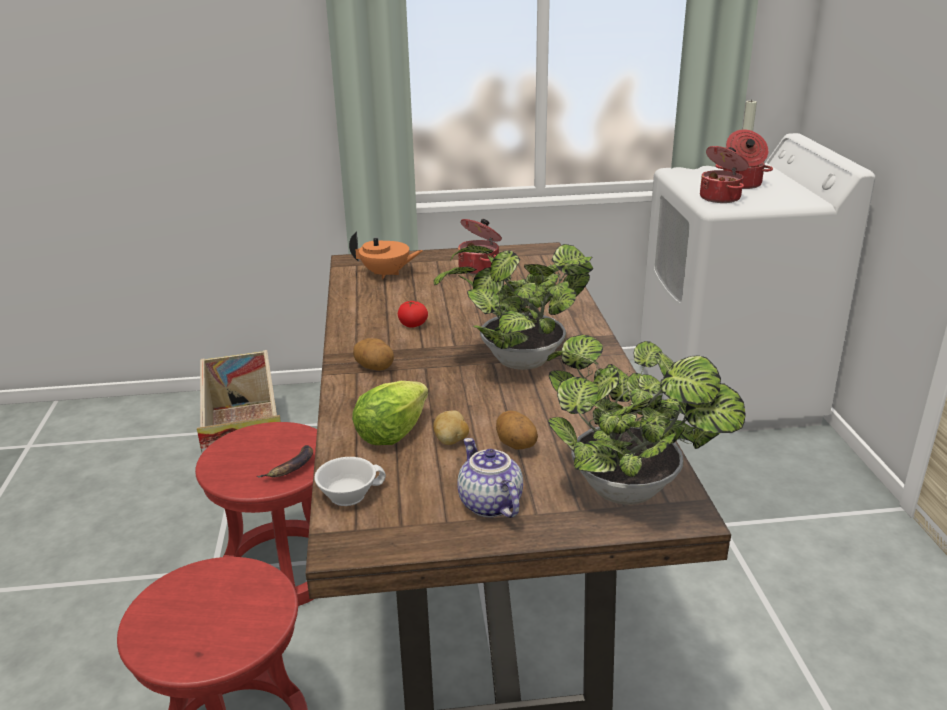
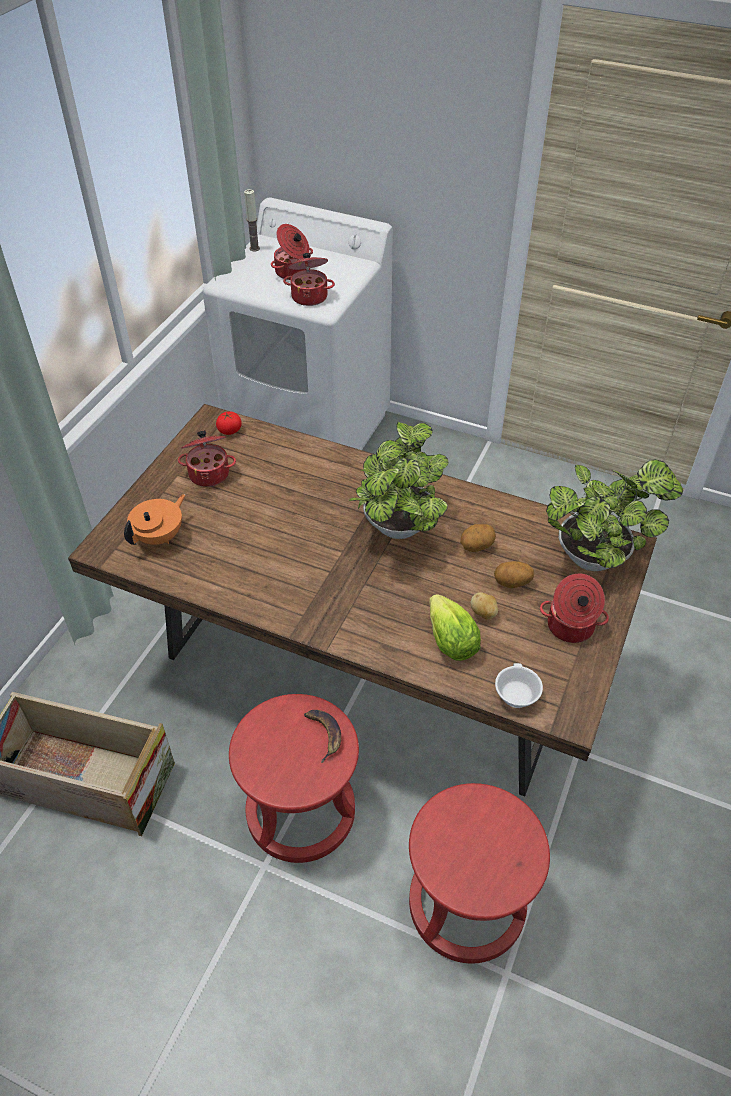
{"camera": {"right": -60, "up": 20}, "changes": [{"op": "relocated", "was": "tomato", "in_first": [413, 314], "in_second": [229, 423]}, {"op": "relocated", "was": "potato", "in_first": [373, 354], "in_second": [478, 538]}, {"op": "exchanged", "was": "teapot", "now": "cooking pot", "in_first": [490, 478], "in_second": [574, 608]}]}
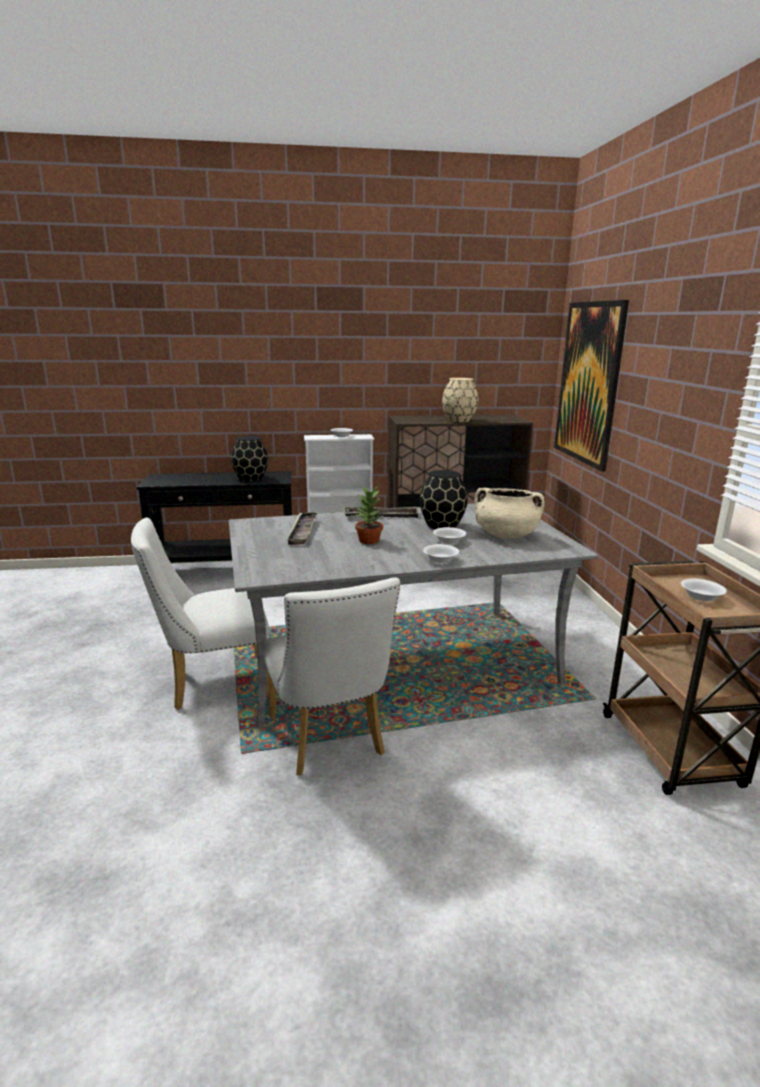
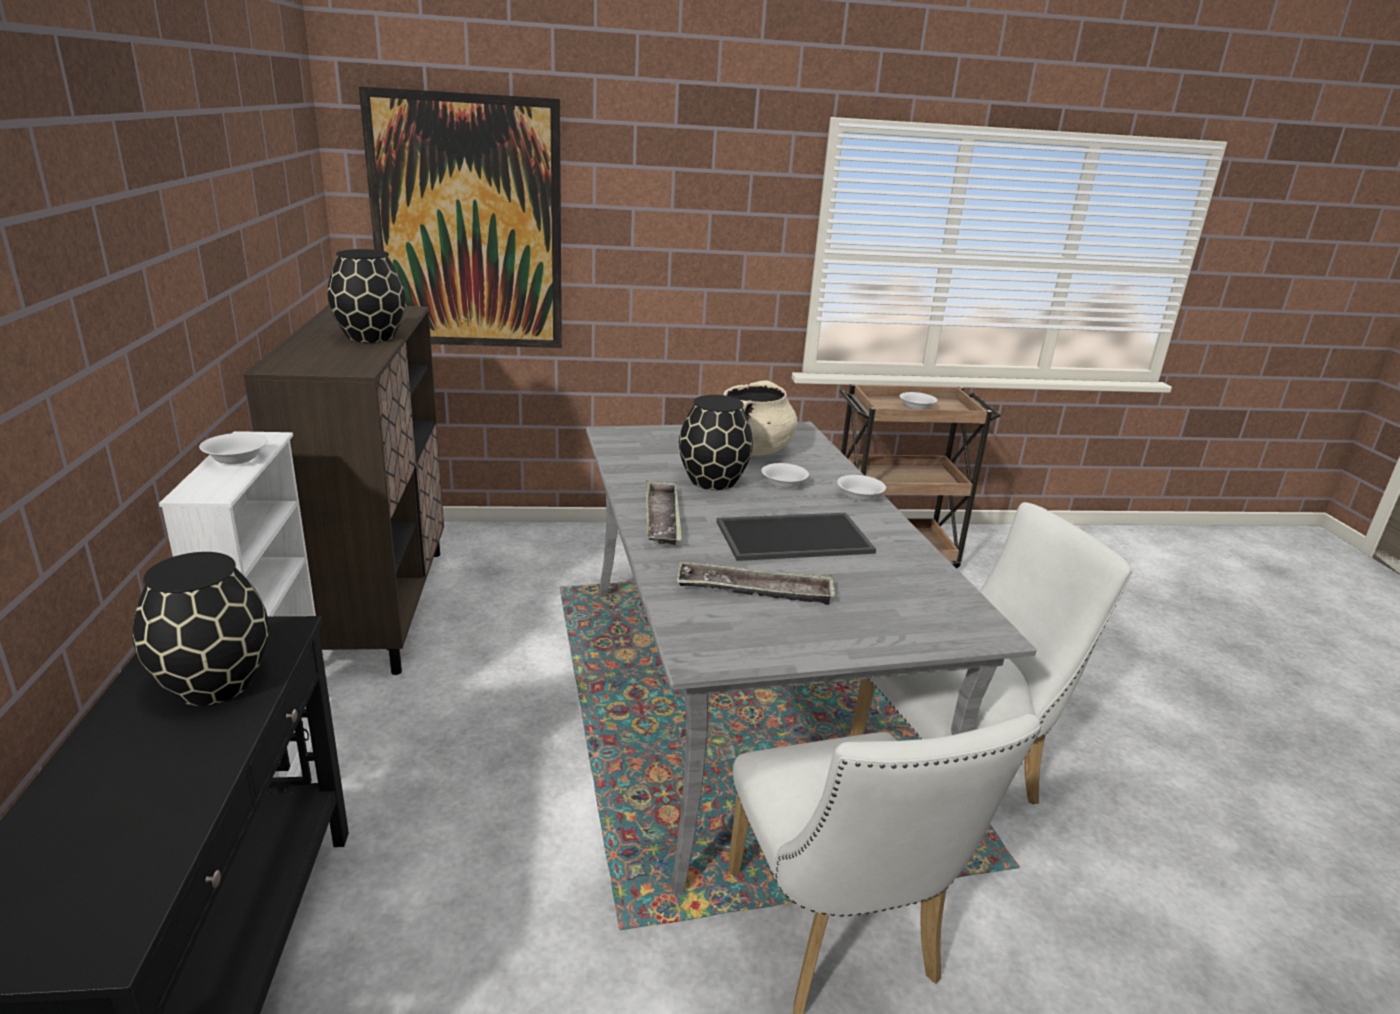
{"camera": {"right": -90, "up": 5}, "changes": [{"op": "colour", "was": "beige vase", "now": "black vase", "in_first": [460, 400], "in_second": [366, 296]}, {"op": "exchanged", "was": "potted plant", "now": "tray", "in_first": [368, 515], "in_second": [796, 537]}]}
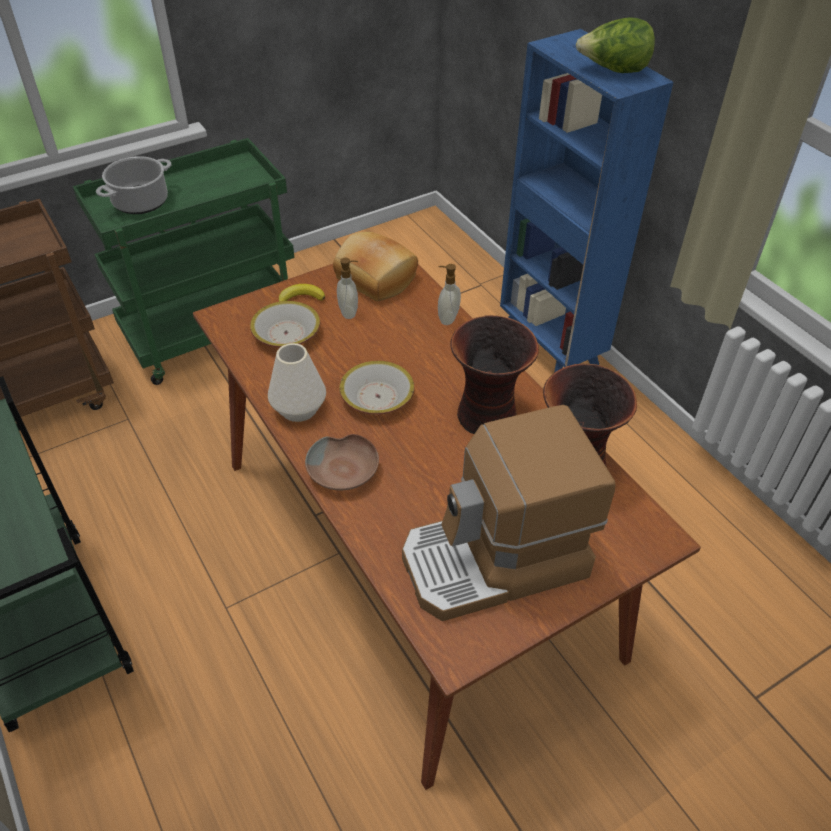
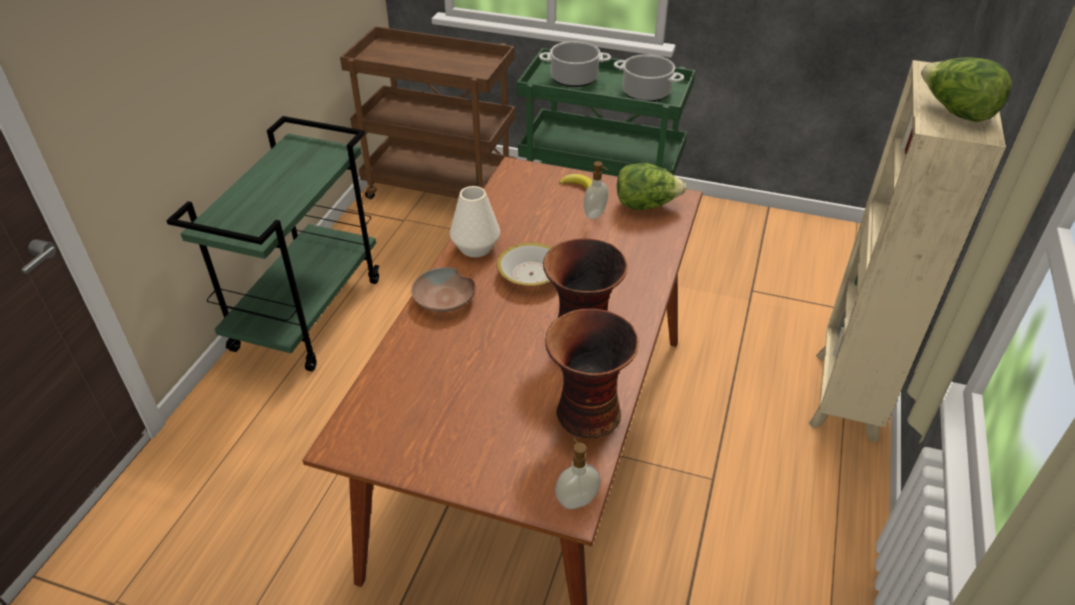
{"camera": {"right": 50, "up": -5}, "changes": [{"op": "colour", "was": "blue bookcase", "now": "beige bookcase", "in_first": [586, 201], "in_second": [907, 251]}, {"op": "exchanged", "was": "bread", "now": "lettuce", "in_first": [375, 266], "in_second": [652, 186]}, {"op": "relocated", "was": "soap dispenser", "in_first": [449, 294], "in_second": [578, 473]}, {"op": "missing", "was": "bowl", "in_first": [285, 324]}, {"op": "missing", "was": "coffee machine", "in_first": [508, 513]}, {"op": "appeared", "now": "cooking pot", "in_second": [649, 78]}]}
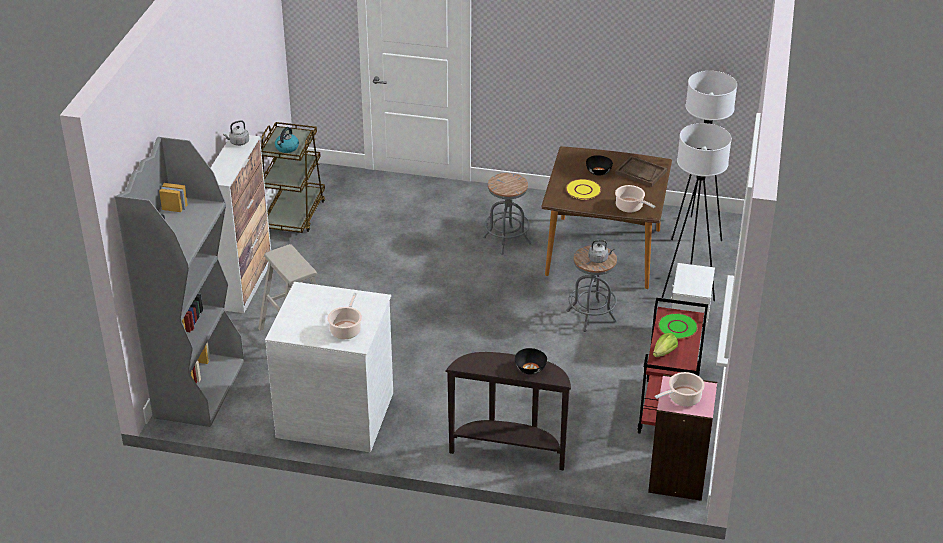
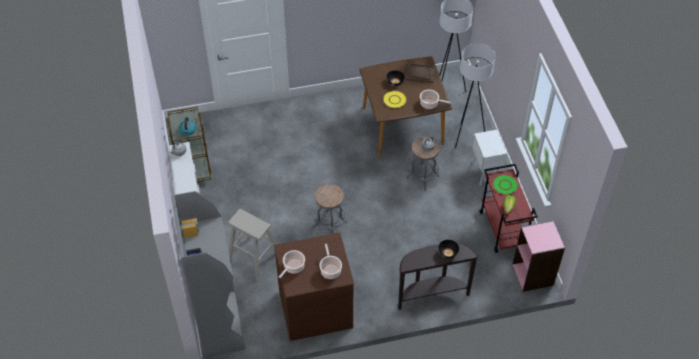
{"camera": {"right": -25, "up": 15}, "changes": [{"op": "relocated", "was": "grey stool", "in_first": [507, 214], "in_second": [330, 209]}, {"op": "colour", "was": "white dresser", "now": "brown dresser", "in_first": [329, 367], "in_second": [314, 286]}, {"op": "relocated", "was": "cooking pot", "in_first": [680, 389], "in_second": [292, 264]}]}
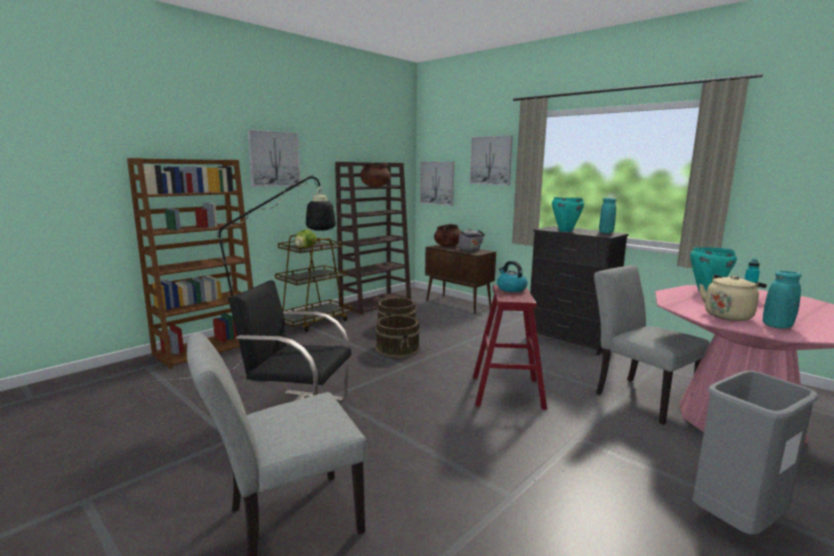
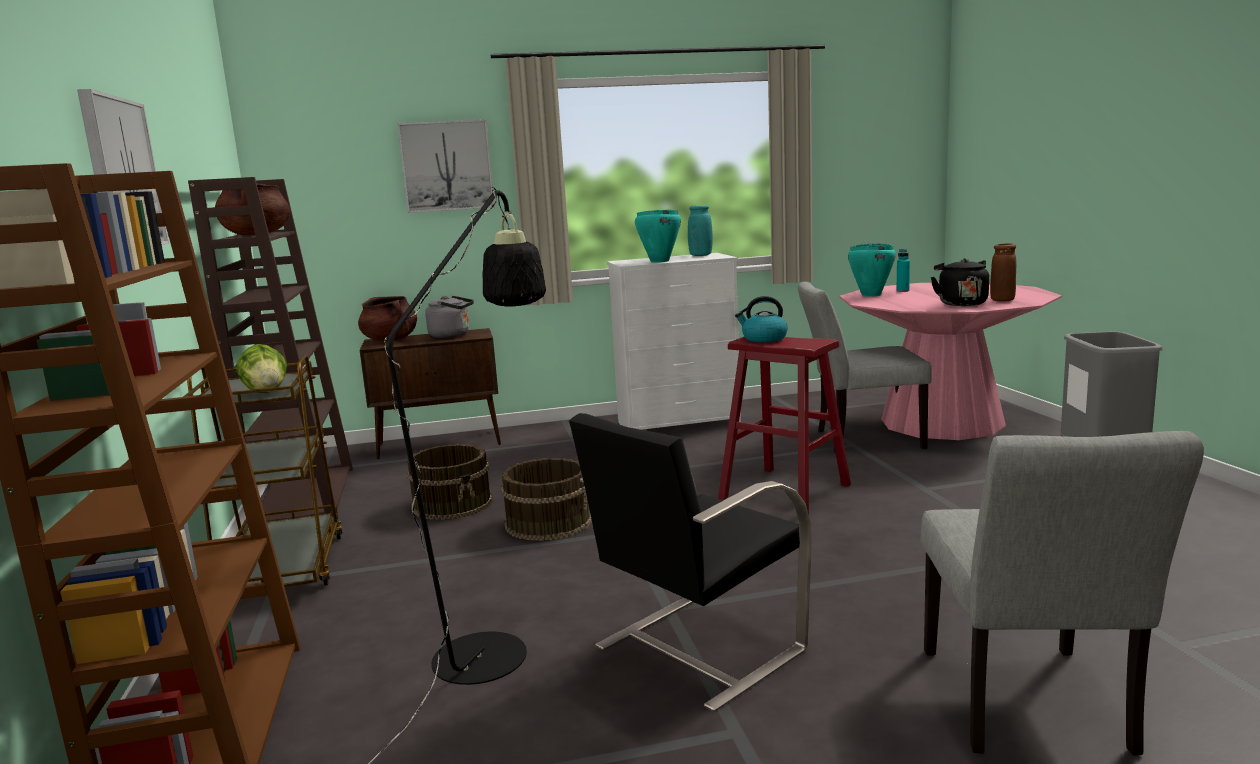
{"camera": {"right": -55, "up": 0}, "changes": [{"op": "missing", "was": "picture", "in_first": [437, 184]}, {"op": "colour", "was": "black dresser", "now": "white dresser", "in_first": [579, 290], "in_second": [674, 341]}, {"op": "colour", "was": "turquoise vase", "now": "brown vase", "in_first": [782, 300], "in_second": [1003, 272]}, {"op": "colour", "was": "beige kettle", "now": "black kettle", "in_first": [733, 297], "in_second": [960, 282]}]}
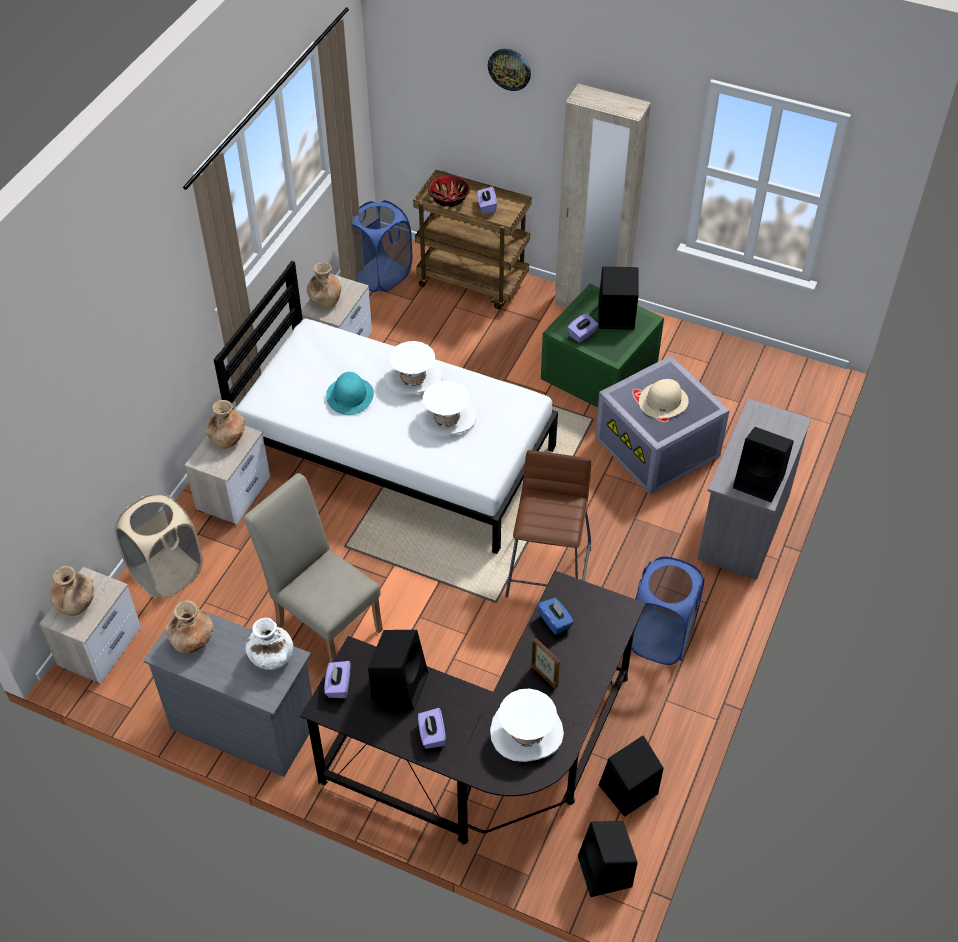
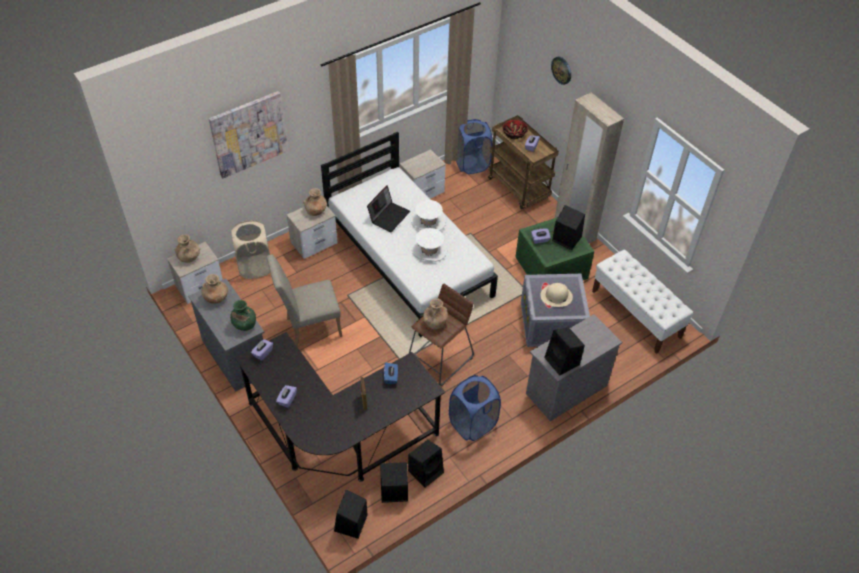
{"camera": {"right": 30, "up": 0}, "changes": [{"op": "relocated", "was": "brown vase", "in_first": [324, 285], "in_second": [435, 314]}, {"op": "exchanged", "was": "turquoise hat", "now": "laptop", "in_first": [350, 393], "in_second": [388, 208]}, {"op": "spun", "was": "beige chair", "in_first": [313, 568], "in_second": [304, 301], "clockwise": -90}, {"op": "colour", "was": "white vase", "now": "green vase", "in_first": [269, 644], "in_second": [243, 315]}, {"op": "relocated", "was": "black speaker", "in_first": [398, 670], "in_second": [426, 464]}, {"op": "missing", "was": "white hat", "in_first": [527, 725]}, {"op": "appeared", "now": "picture", "in_second": [248, 134]}, {"op": "appeared", "now": "white bench", "in_second": [643, 301]}]}
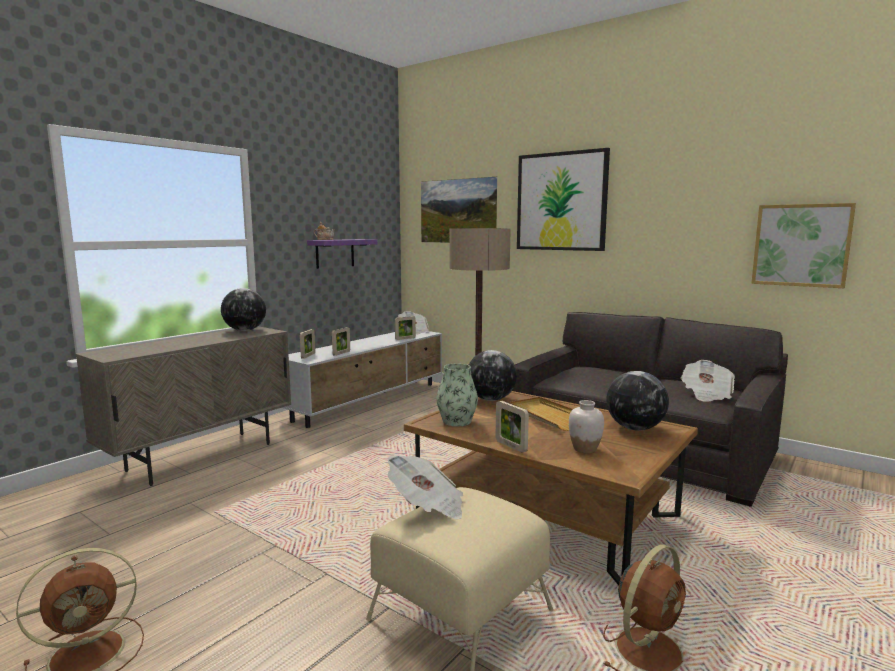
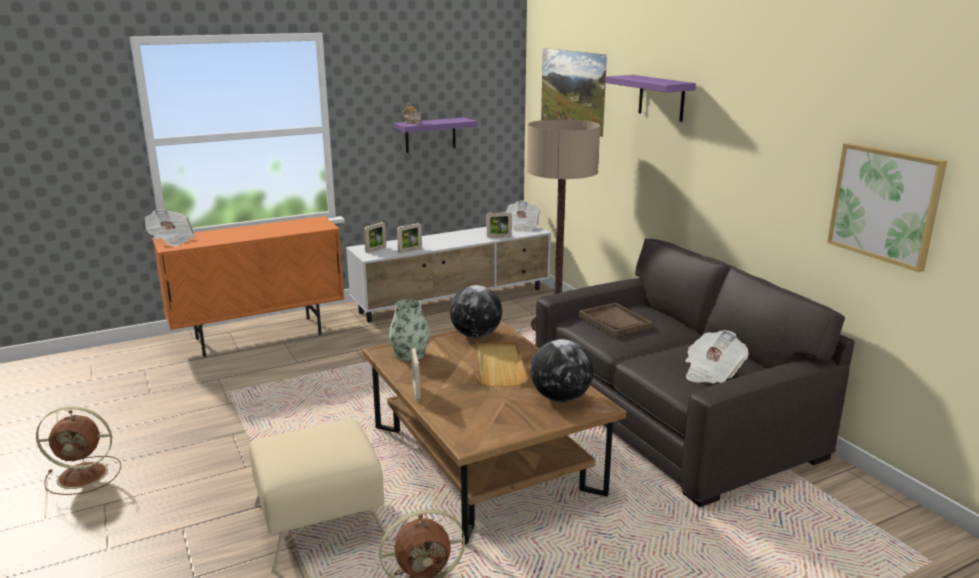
{"camera": {"right": 25, "up": 10}, "changes": [{"op": "exchanged", "was": "picture", "now": "purple shelf", "in_first": [563, 199], "in_second": [651, 98]}, {"op": "missing", "was": "globe", "in_first": [243, 309]}, {"op": "colour", "was": "beige cabinet", "now": "orange cabinet", "in_first": [183, 406], "in_second": [248, 286]}, {"op": "missing", "was": "white vase", "in_first": [586, 426]}, {"op": "relocated", "was": "newspaper", "in_first": [425, 487], "in_second": [170, 227]}, {"op": "appeared", "now": "brown tray", "in_second": [615, 320]}]}
